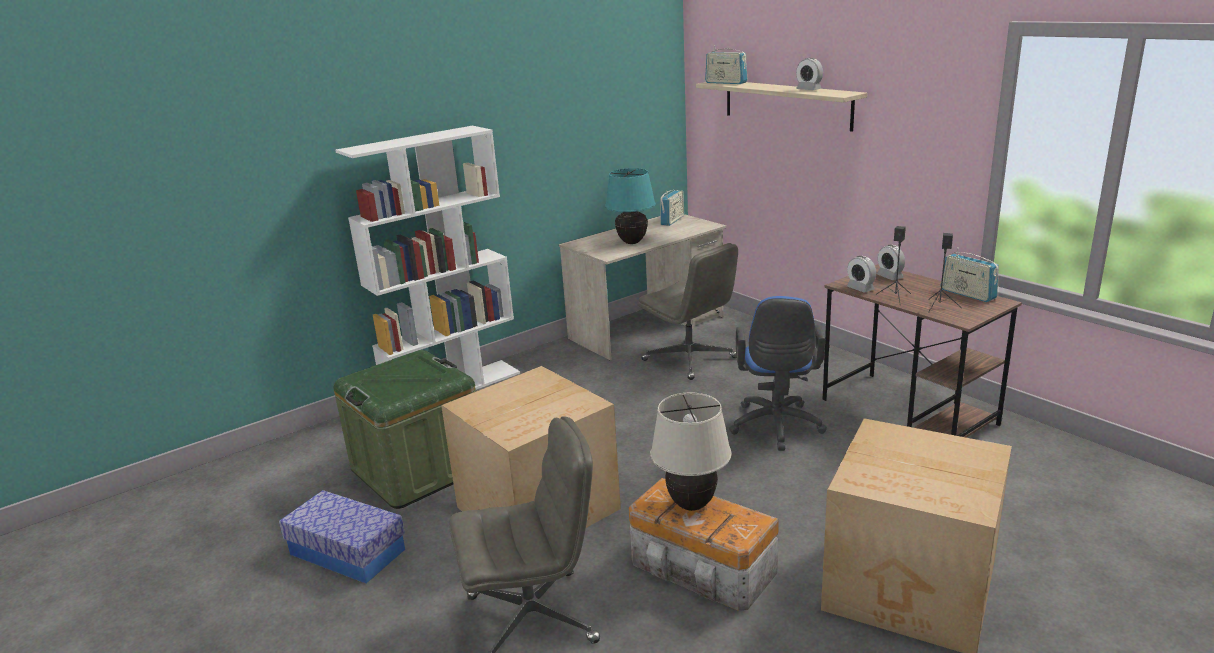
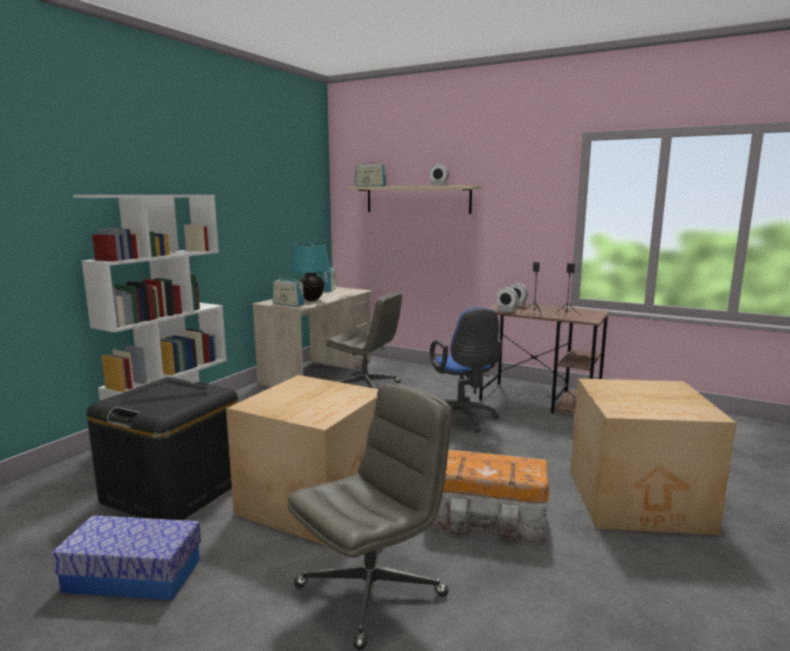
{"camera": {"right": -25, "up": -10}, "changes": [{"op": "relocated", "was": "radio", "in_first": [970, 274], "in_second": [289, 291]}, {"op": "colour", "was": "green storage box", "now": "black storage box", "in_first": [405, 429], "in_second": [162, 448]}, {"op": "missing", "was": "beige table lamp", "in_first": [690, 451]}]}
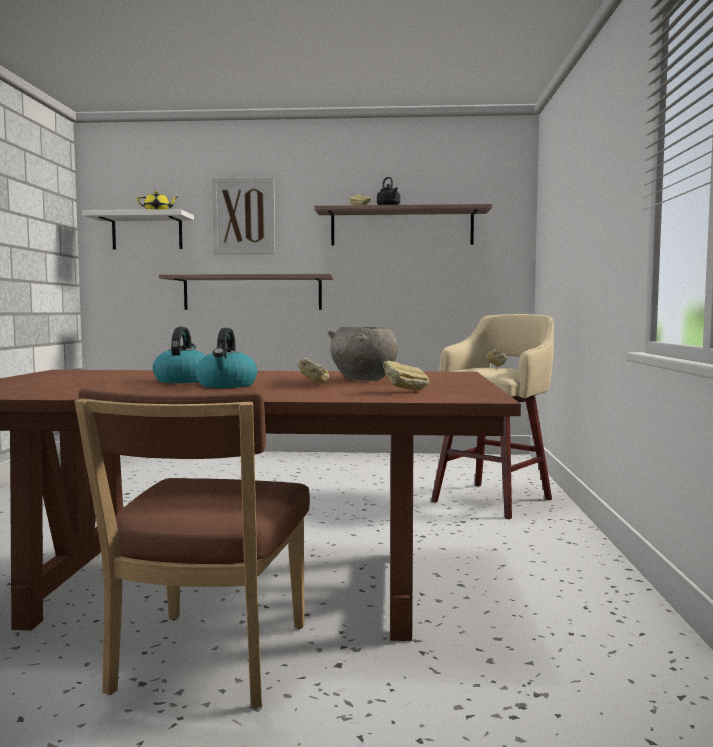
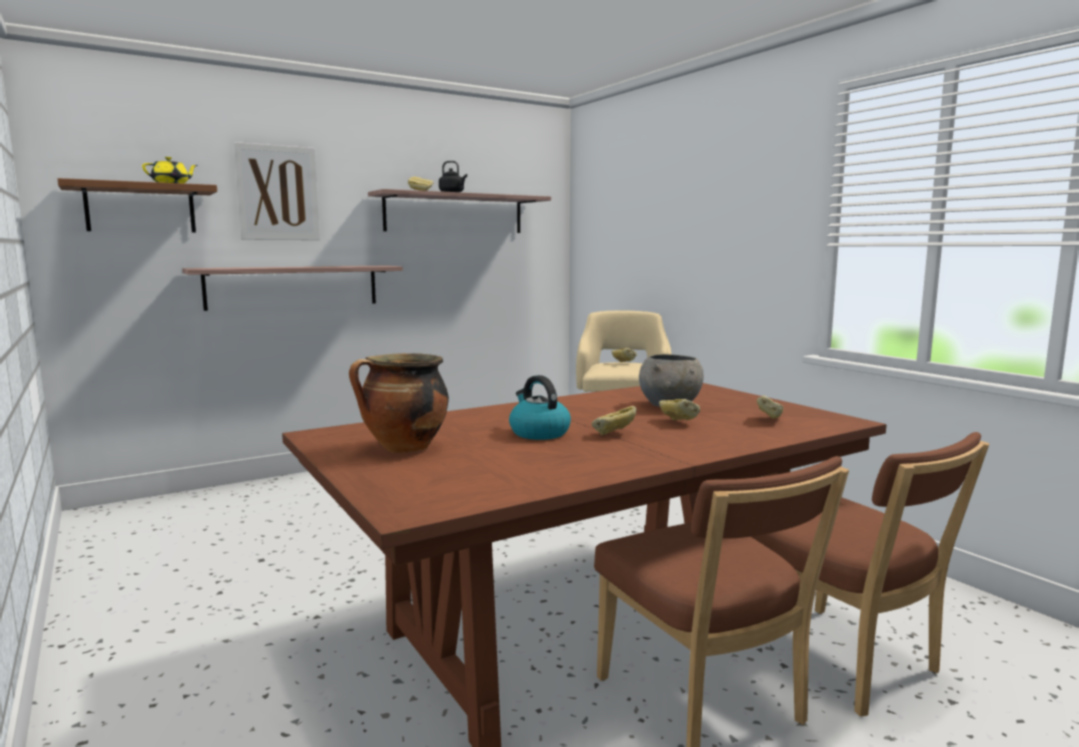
{"camera": {"right": -35, "up": 5}, "changes": [{"op": "colour", "was": "white shelf", "now": "brown shelf", "in_first": [138, 229], "in_second": [137, 205]}, {"op": "exchanged", "was": "kettle", "now": "bread", "in_first": [226, 358], "in_second": [614, 420]}, {"op": "appeared", "now": "cooking pot", "in_second": [399, 403]}, {"op": "appeared", "now": "brown chair", "in_second": [870, 574]}]}
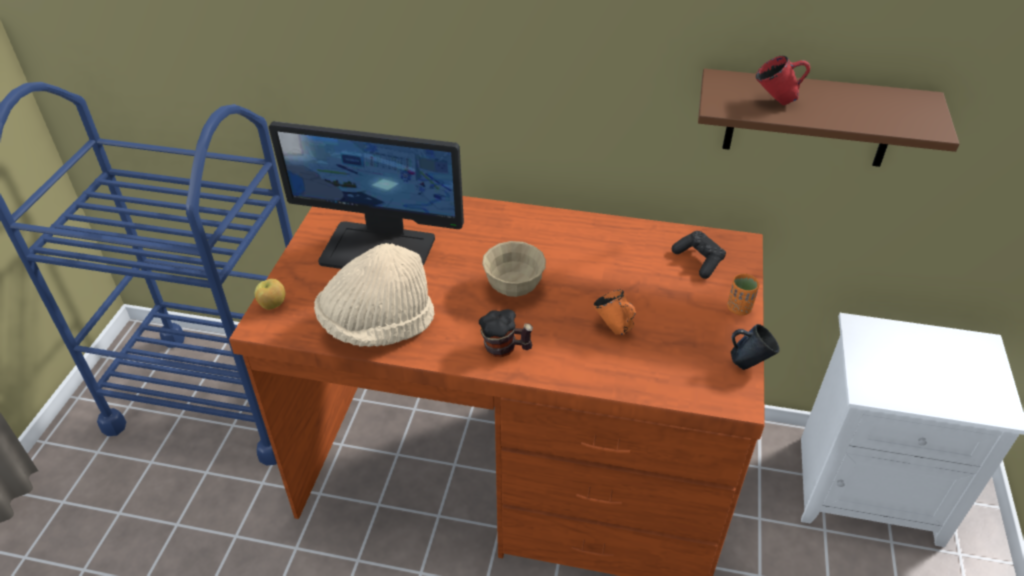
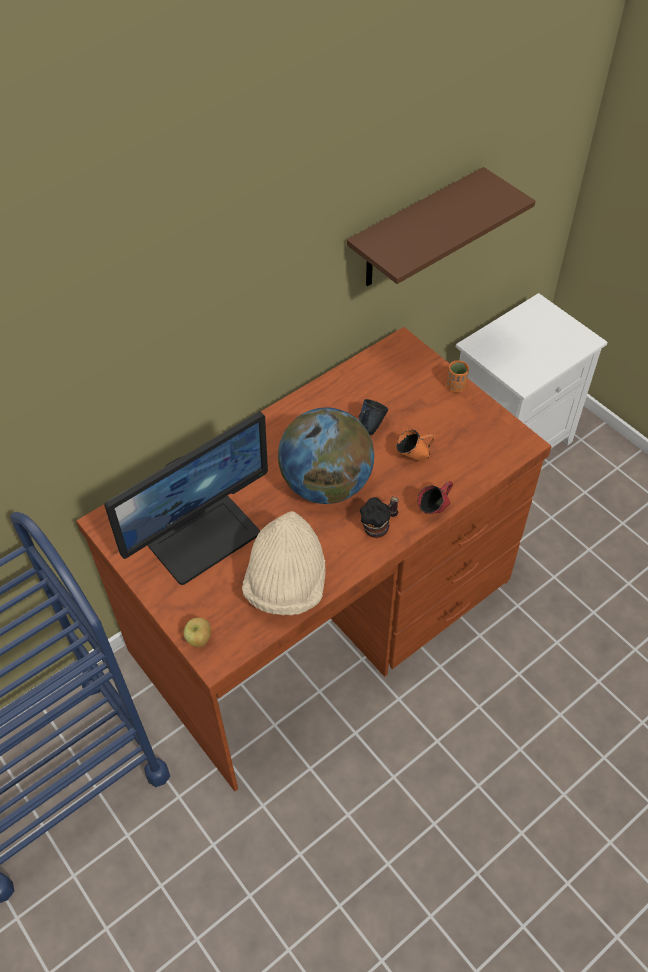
{"camera": {"right": -50, "up": 10}, "changes": [{"op": "relocated", "was": "red mug", "in_first": [783, 81], "in_second": [435, 497]}, {"op": "missing", "was": "black game controller", "in_first": [699, 255]}, {"op": "exchanged", "was": "beige bowl", "now": "globe", "in_first": [514, 269], "in_second": [326, 455]}, {"op": "relocated", "was": "blue mug", "in_first": [755, 347], "in_second": [373, 417]}]}
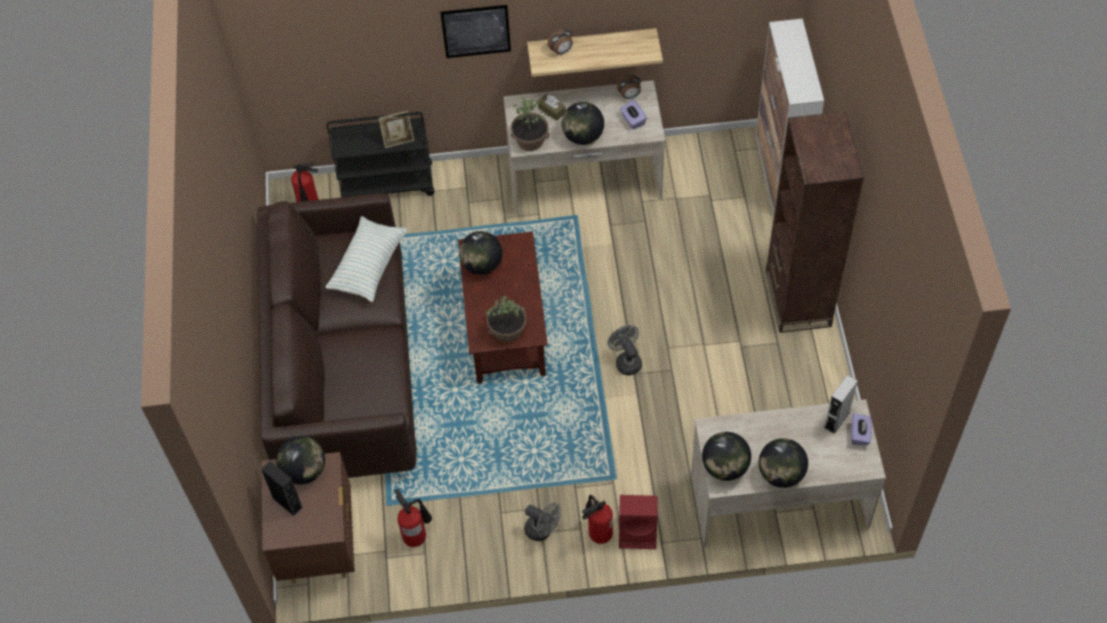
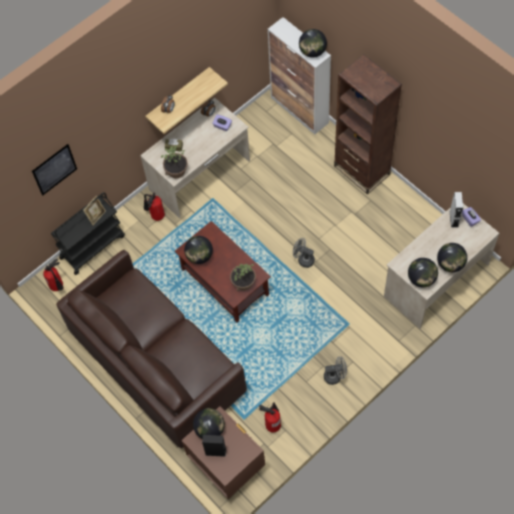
{"camera": {"right": -35, "up": 5}, "changes": [{"op": "relocated", "was": "picture", "in_first": [475, 31], "in_second": [54, 170]}, {"op": "relocated", "was": "globe", "in_first": [583, 123], "in_second": [313, 43]}, {"op": "missing", "was": "pillow", "in_first": [366, 259]}, {"op": "relocated", "was": "fire extinguisher", "in_first": [597, 519], "in_second": [154, 207]}, {"op": "missing", "was": "red speaker", "in_first": [638, 522]}]}
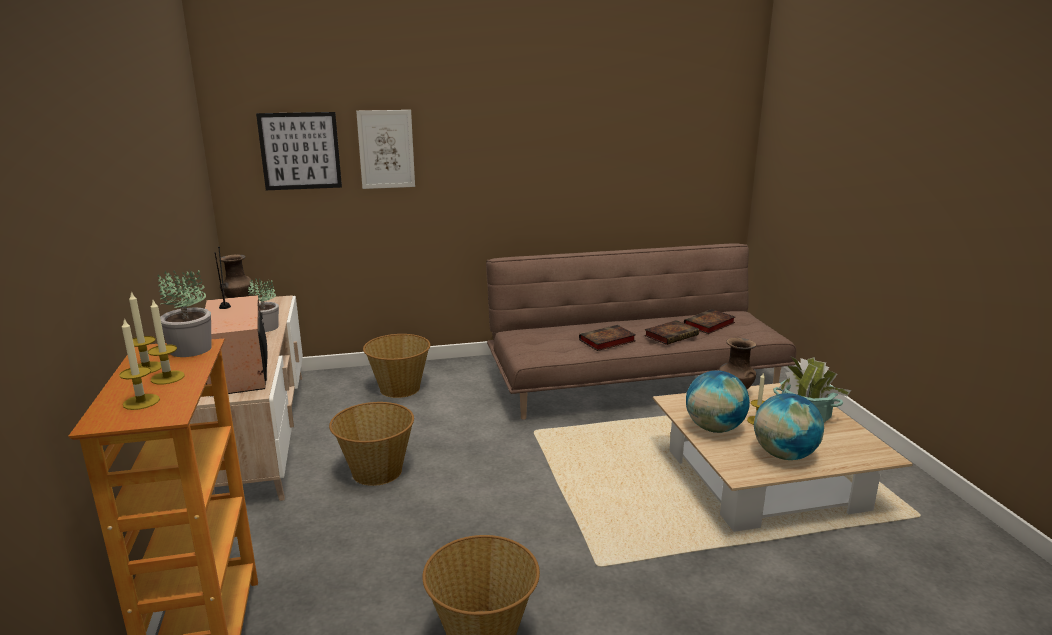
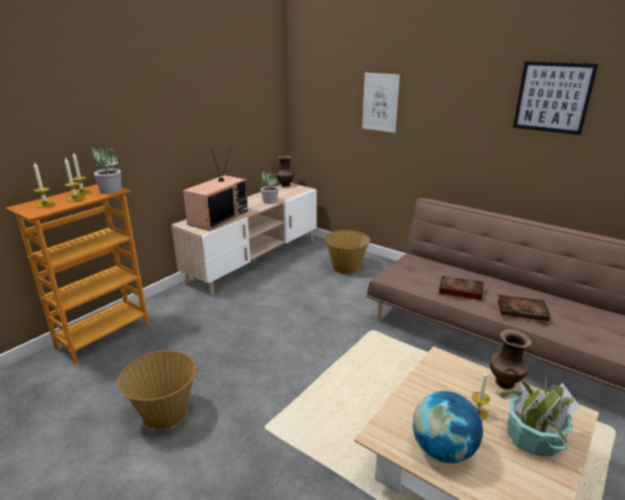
{"camera": {"right": 50, "up": 5}, "changes": [{"op": "relocated", "was": "picture", "in_first": [299, 151], "in_second": [555, 98]}, {"op": "missing", "was": "book", "in_first": [709, 321]}, {"op": "missing", "was": "globe", "in_first": [718, 401]}, {"op": "missing", "was": "basket", "in_first": [371, 444]}]}
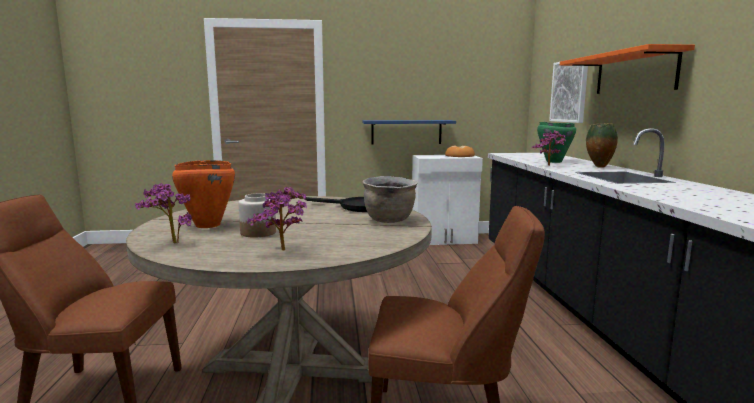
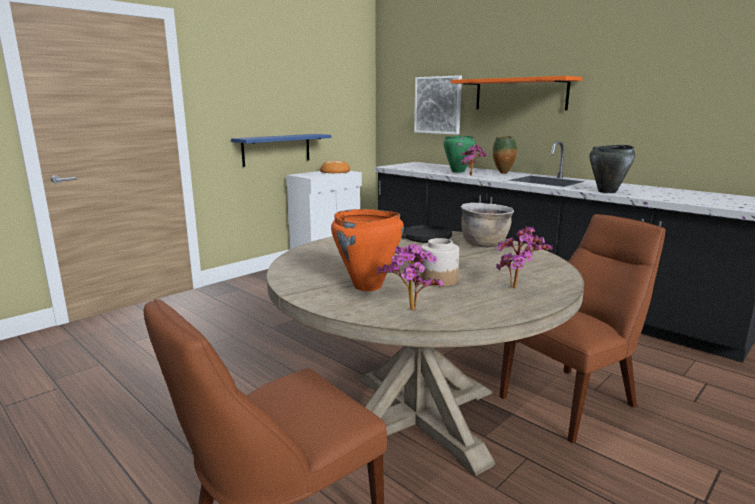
{"camera": {"right": -40, "up": 5}, "changes": [{"op": "appeared", "now": "black cooking pot", "in_second": [612, 169]}]}
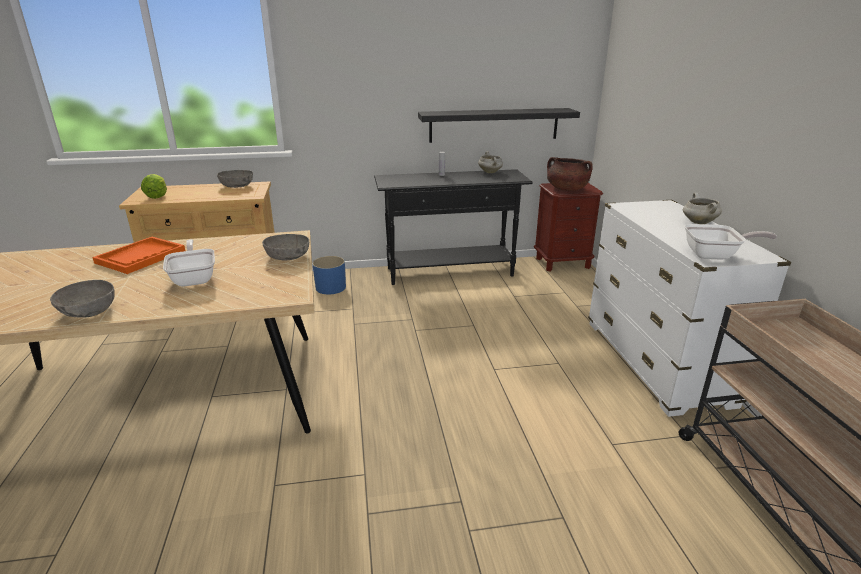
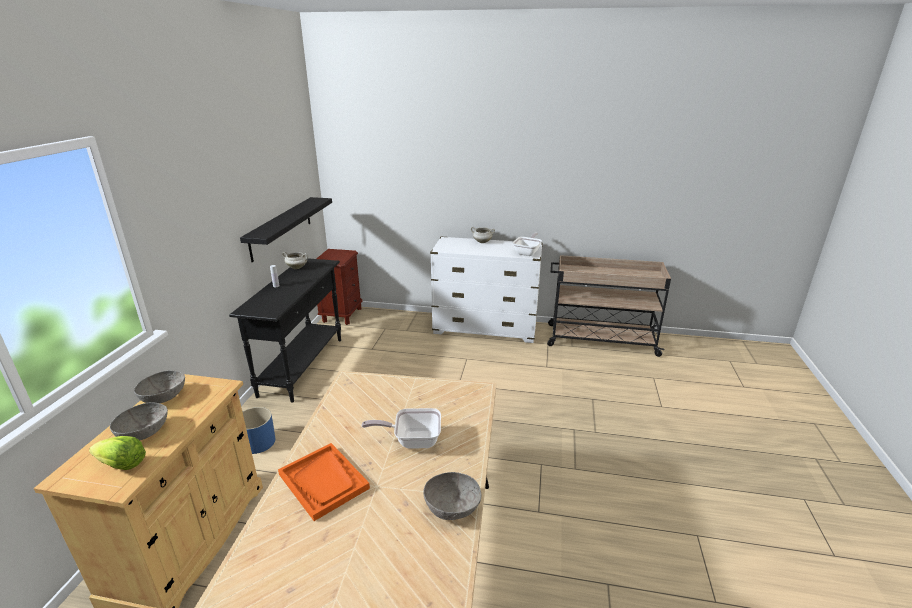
{"camera": {"right": -70, "up": 0}, "changes": [{"op": "missing", "was": "brown cooking pot", "in_first": [570, 174]}, {"op": "relocated", "was": "grey bowl", "in_first": [285, 247], "in_second": [139, 421]}]}
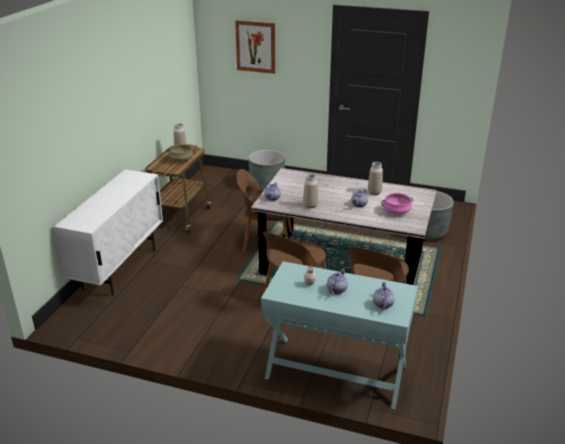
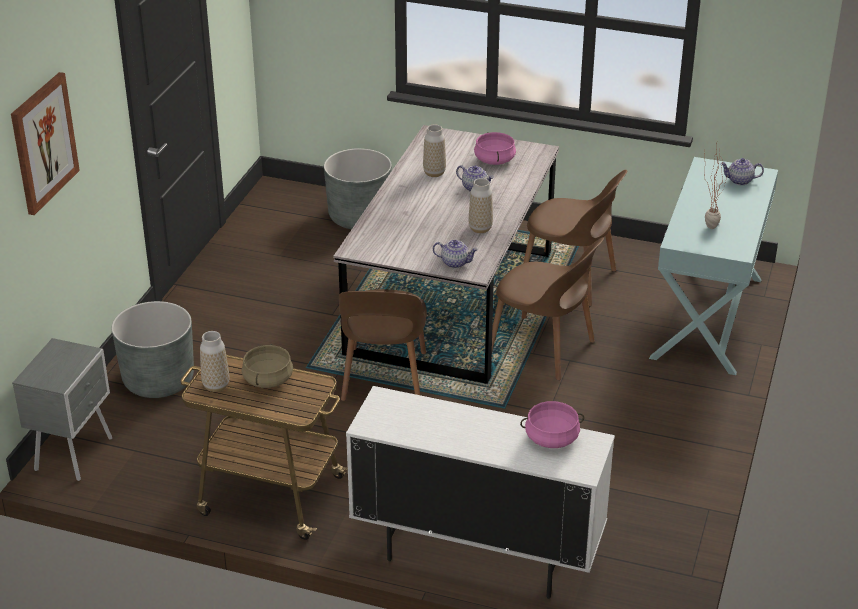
{"camera": {"right": -90, "up": 5}, "changes": [{"op": "missing", "was": "teapot", "in_first": [337, 281]}, {"op": "appeared", "now": "grey nightstand", "in_second": [62, 409]}, {"op": "appeared", "now": "pink cooking pot", "in_second": [552, 424]}]}
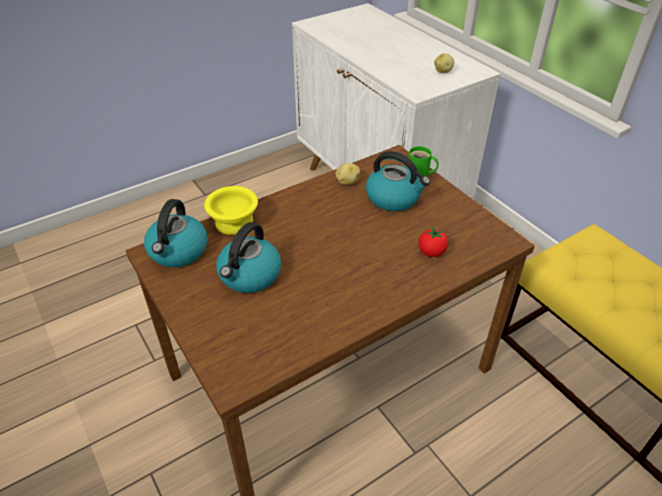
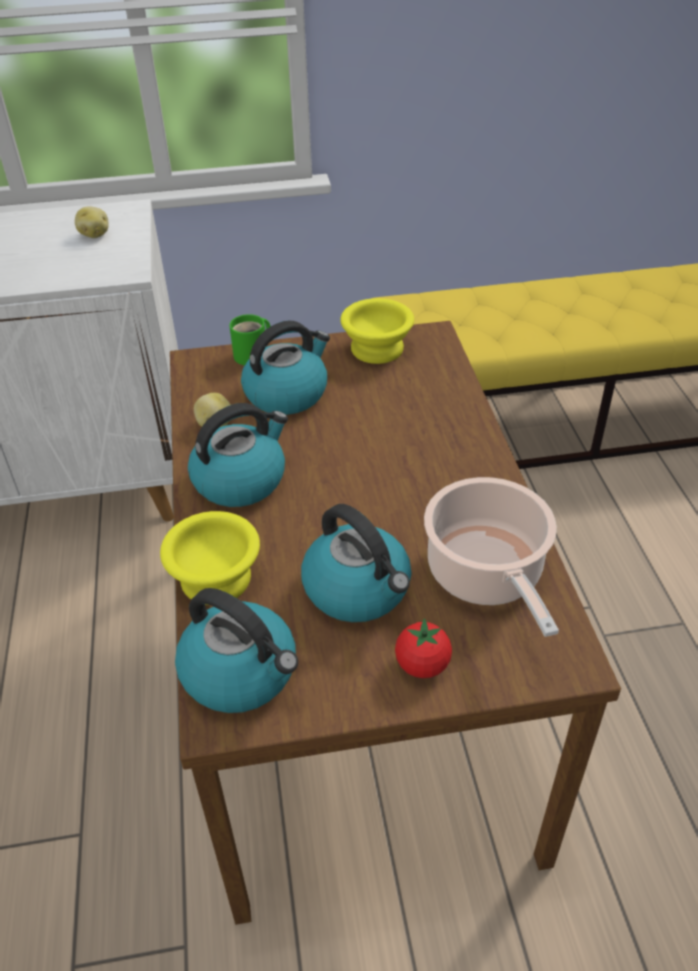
{"camera": {"right": -65, "up": 0}, "changes": [{"op": "relocated", "was": "tomato", "in_first": [433, 242], "in_second": [423, 648]}, {"op": "appeared", "now": "yellow bowl", "in_second": [377, 331]}, {"op": "appeared", "now": "kettle", "in_second": [238, 455]}, {"op": "appeared", "now": "cooking pot", "in_second": [491, 557]}]}
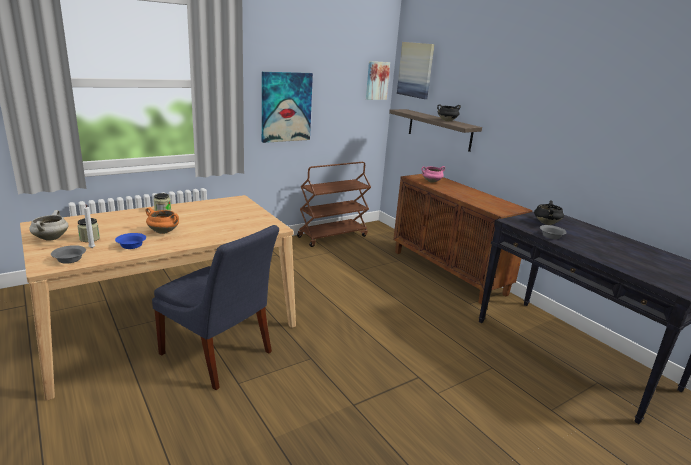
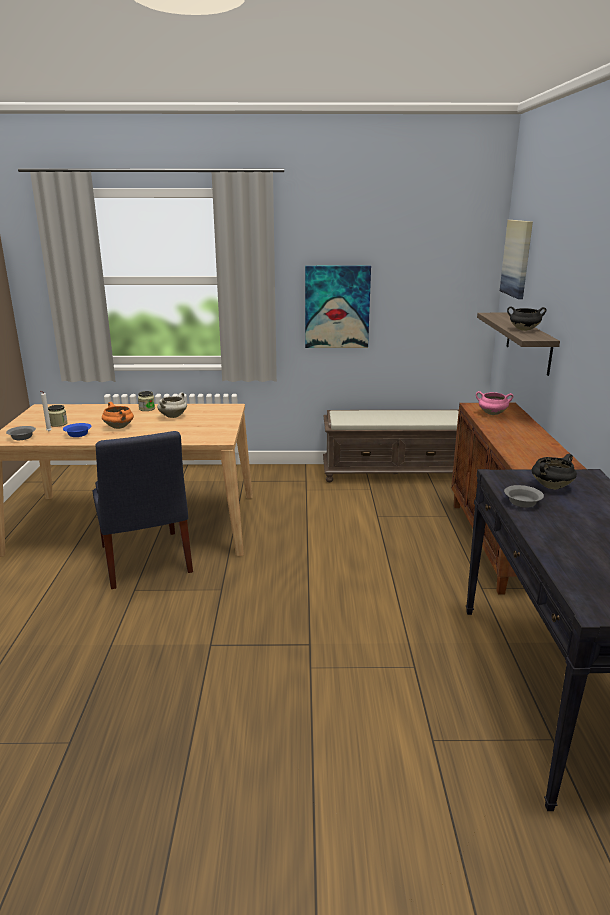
{"camera": {"right": 35, "up": 0}, "changes": [{"op": "missing", "was": "picture", "in_first": [378, 80]}, {"op": "exchanged", "was": "brown cart", "now": "brown bench", "in_first": [334, 204], "in_second": [391, 446]}, {"op": "relocated", "was": "white cooking pot", "in_first": [49, 225], "in_second": [172, 405]}]}
